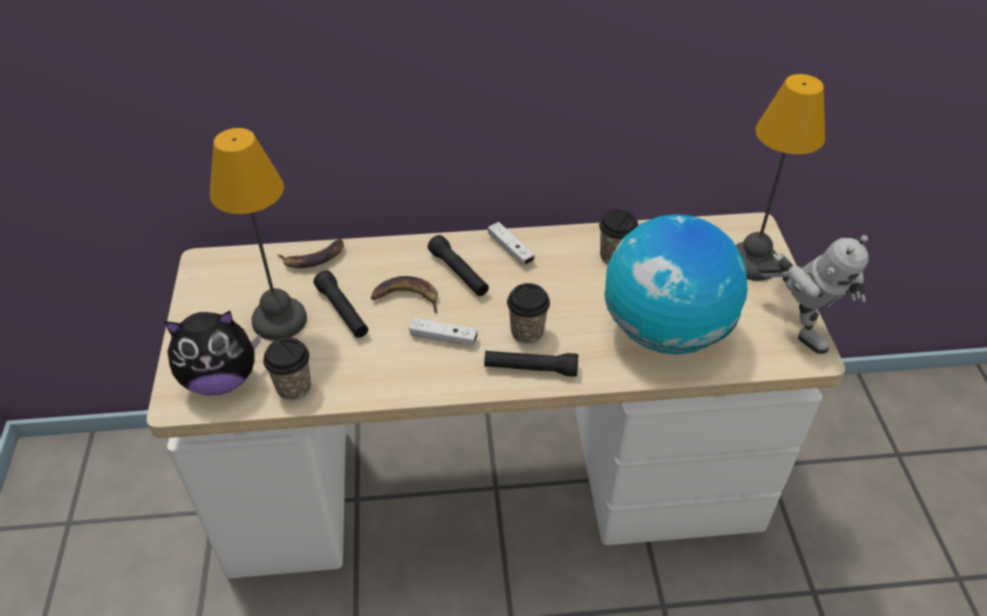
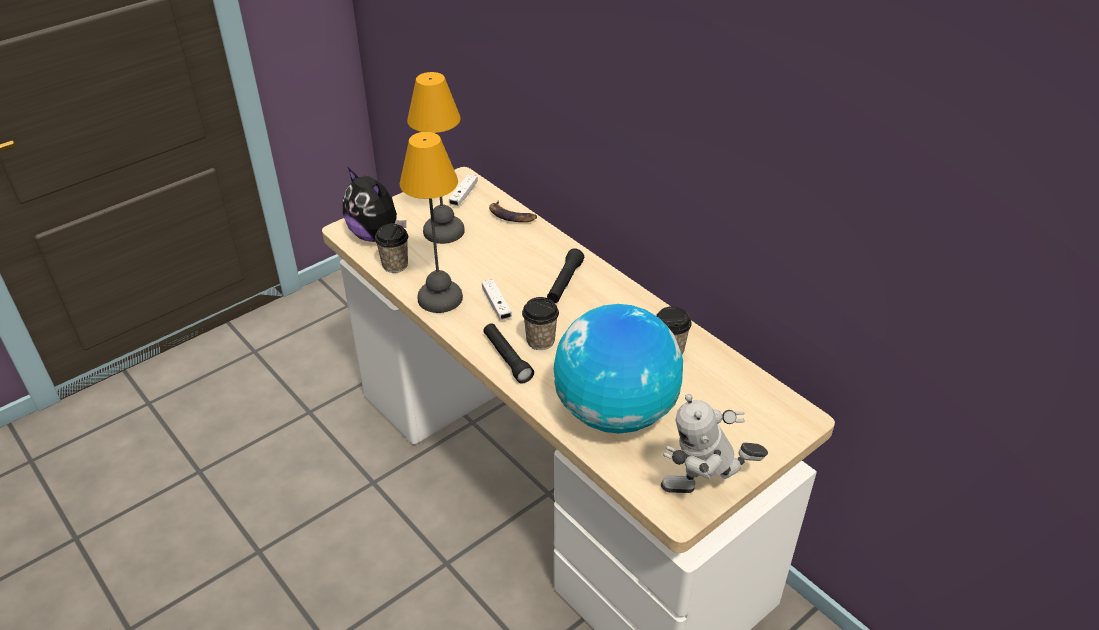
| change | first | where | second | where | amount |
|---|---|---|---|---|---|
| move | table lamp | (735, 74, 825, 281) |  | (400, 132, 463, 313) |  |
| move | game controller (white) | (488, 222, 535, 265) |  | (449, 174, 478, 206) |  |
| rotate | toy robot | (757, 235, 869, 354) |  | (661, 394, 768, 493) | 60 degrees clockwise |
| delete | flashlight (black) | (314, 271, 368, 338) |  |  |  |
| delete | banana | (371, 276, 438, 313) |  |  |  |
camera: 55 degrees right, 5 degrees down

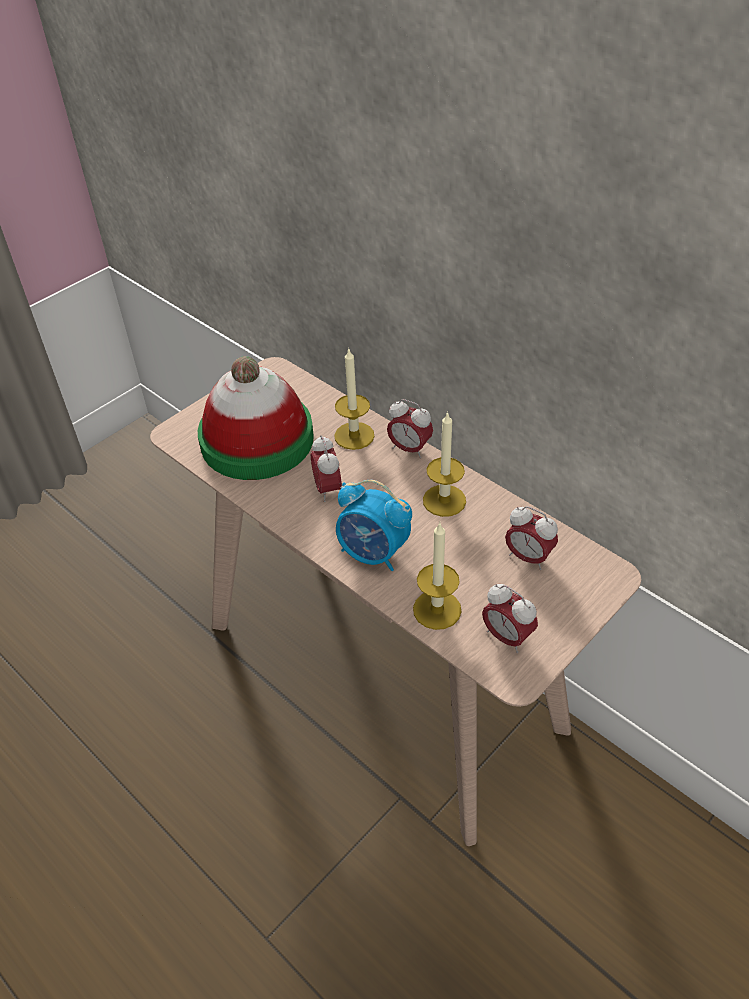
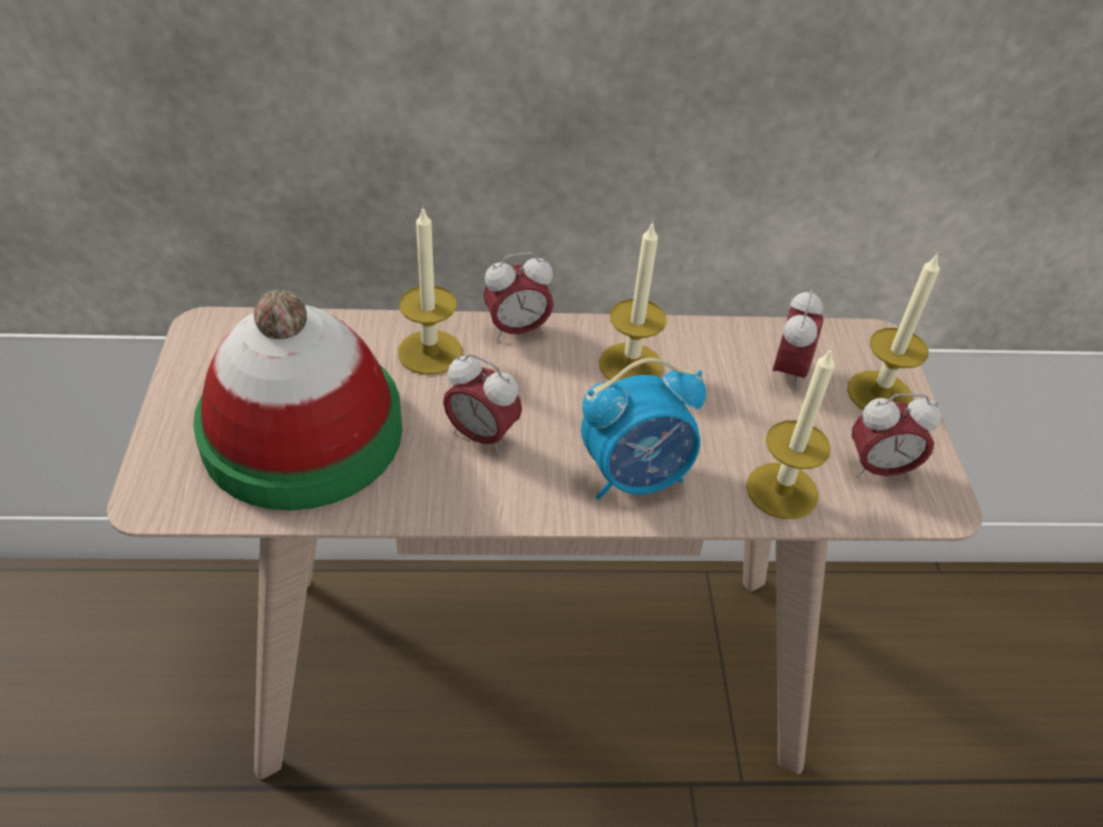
| change | first | where | second | where | amount |
|---|---|---|---|---|---|
| rotate | alarm clock | (505, 506, 558, 570) |  | (773, 289, 824, 391) | 60 degrees counterclockwise |
| insert |  |  | candle | (847, 252, 940, 410) |  |
camera: 50 degrees left, 0 degrees up

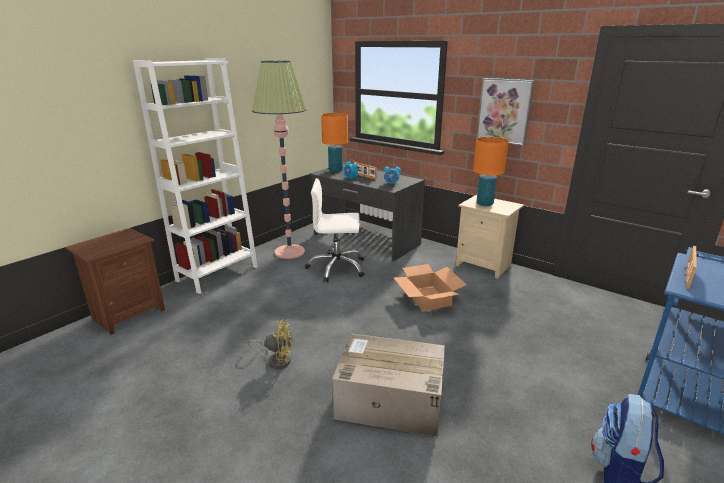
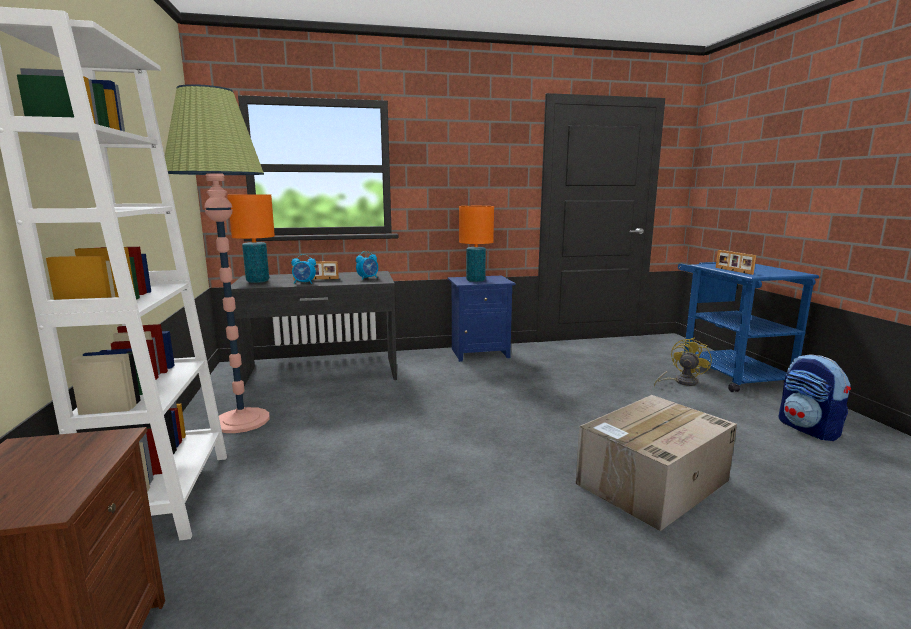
| change | first | where | second | where | amount |
|---|---|---|---|---|---|
| delete | picture | (476, 78, 534, 146) |  |  |  |
| delete | office chair (white) | (305, 178, 364, 282) |  |  |  |
| recolor | nightstand (beige) | (456, 195, 524, 279) | nightstand (blue) | (448, 276, 516, 362) |  |
| delete | cardboard box | (393, 264, 467, 311) |  |  |  |
| move | fan (yellow) | (248, 320, 293, 369) |  | (654, 338, 712, 386) |  |
camera: 50 degrees left, 10 degrees down

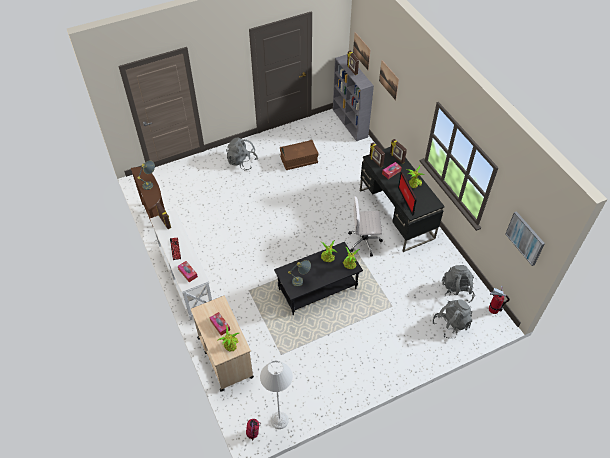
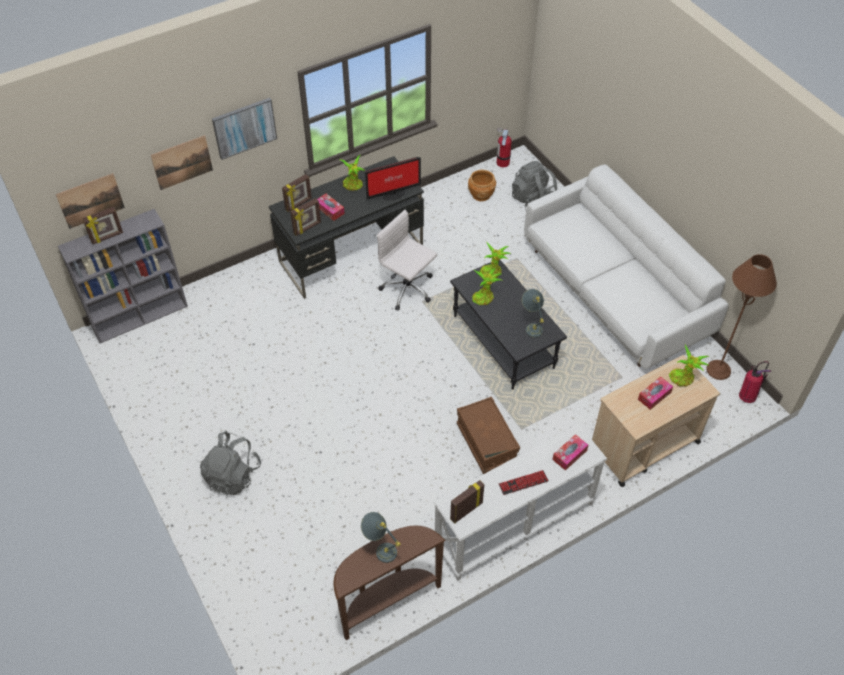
| change | first | where | second | where | amount |
|---|---|---|---|---|---|
| move | storage box (brown) | (280, 140, 319, 170) |  | (457, 397, 520, 474) |  |
| rotate | office chair (white) | (348, 196, 383, 256) |  | (377, 210, 437, 311) | 135 degrees clockwise |
| move | picture | (505, 211, 545, 266) |  | (212, 98, 277, 160) |  |
| replace | backpack (grey) | (442, 265, 475, 303) | planter (brown) | (468, 170, 496, 201) |  |
| recolor | floor lamp (grey) | (260, 360, 293, 429) | floor lamp (brown) | (706, 254, 777, 380) |  |
| insert |  |  | sofa (white) | (524, 164, 728, 369) |  |
camera: 95 degrees left, 0 degrees up

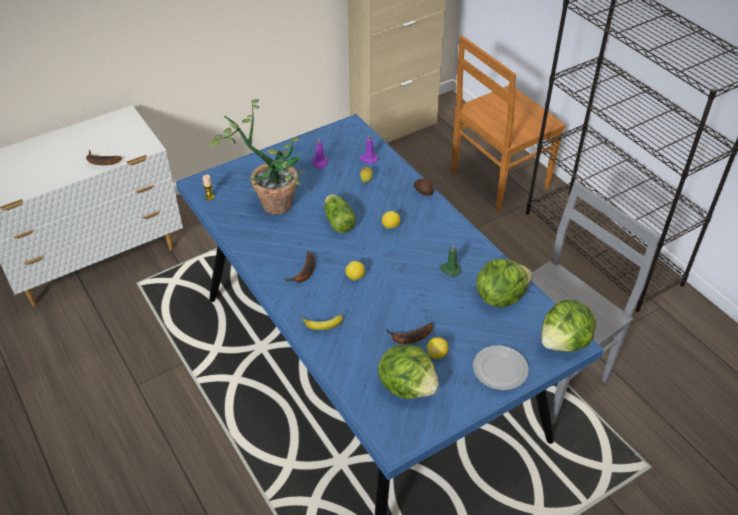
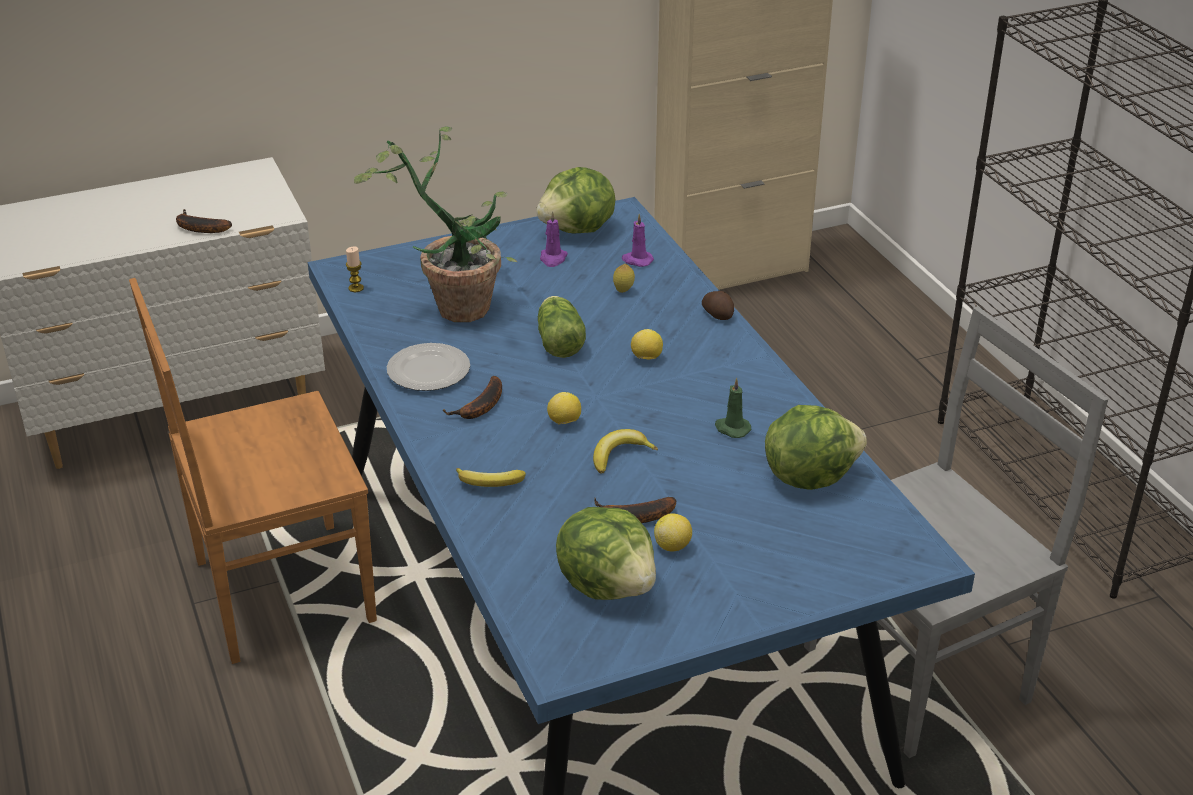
| change | first | where | second | where | amount |
|---|---|---|---|---|---|
| move | chair (brown) | (451, 35, 565, 213) |  | (129, 278, 377, 664) |  |
| move | lettuce | (541, 300, 596, 352) |  | (536, 167, 615, 234) |  |
| move | plate | (473, 345, 529, 390) |  | (387, 343, 470, 391) |  |
| insert |  |  | banana | (593, 429, 658, 474) |  |
camera: 10 degrees right, 10 degrees down

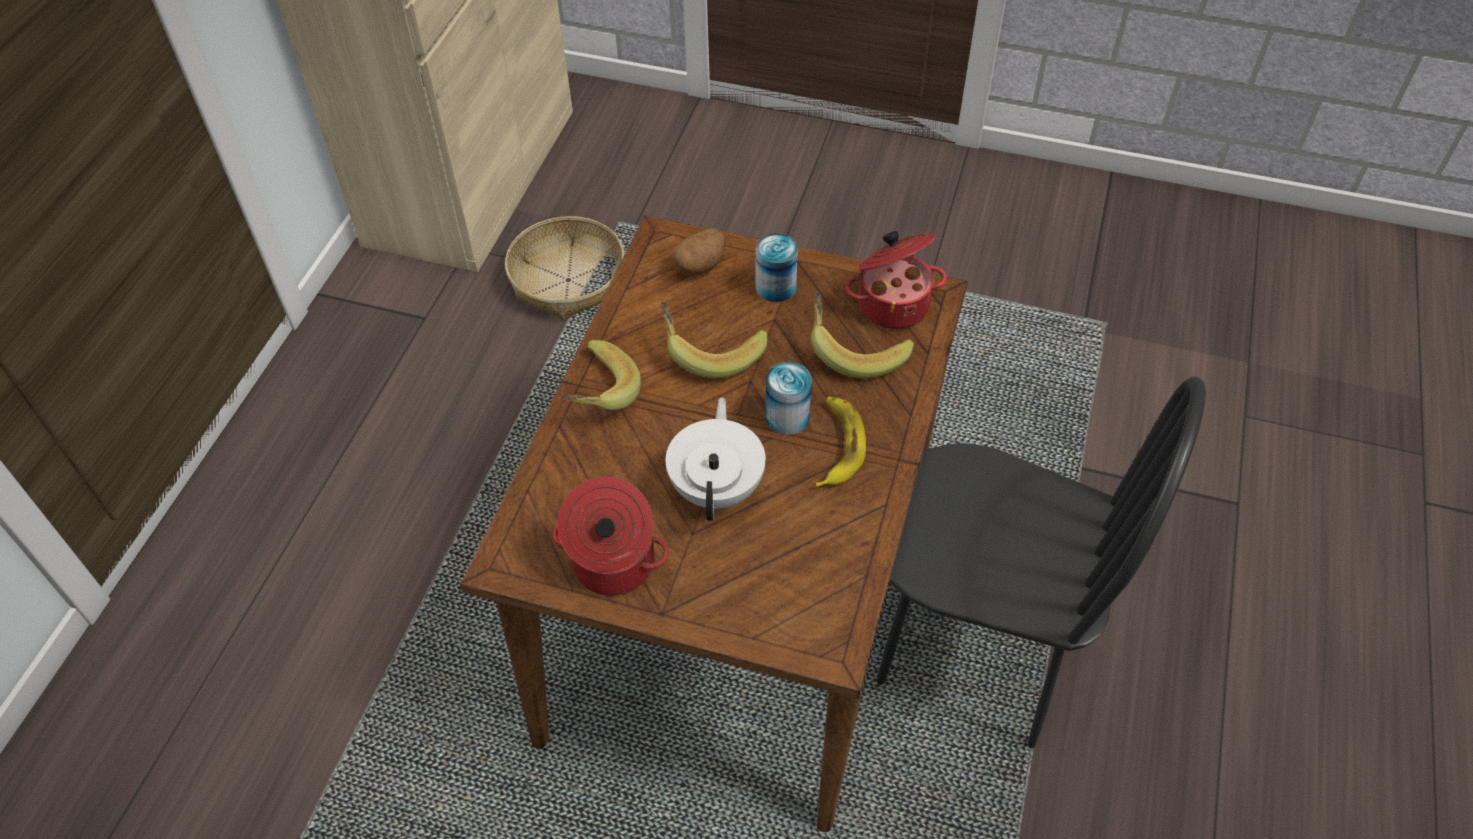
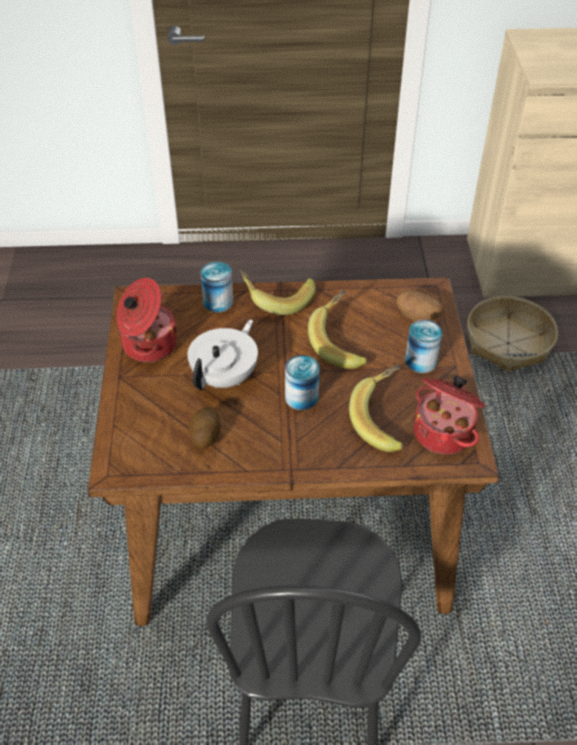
| change | first | where | second | where | amount |
|---|---|---|---|---|---|
| rotate | teapot (white) | (666, 397, 766, 521) |  | (188, 320, 258, 390) | 45 degrees counterclockwise |
| delete | banana | (815, 397, 866, 487) |  |  |  |
| insert |  |  | can | (201, 262, 233, 313) |  |
| insert |  |  | potato | (189, 407, 221, 449) |  |
camera: 70 degrees right, 5 degrees down

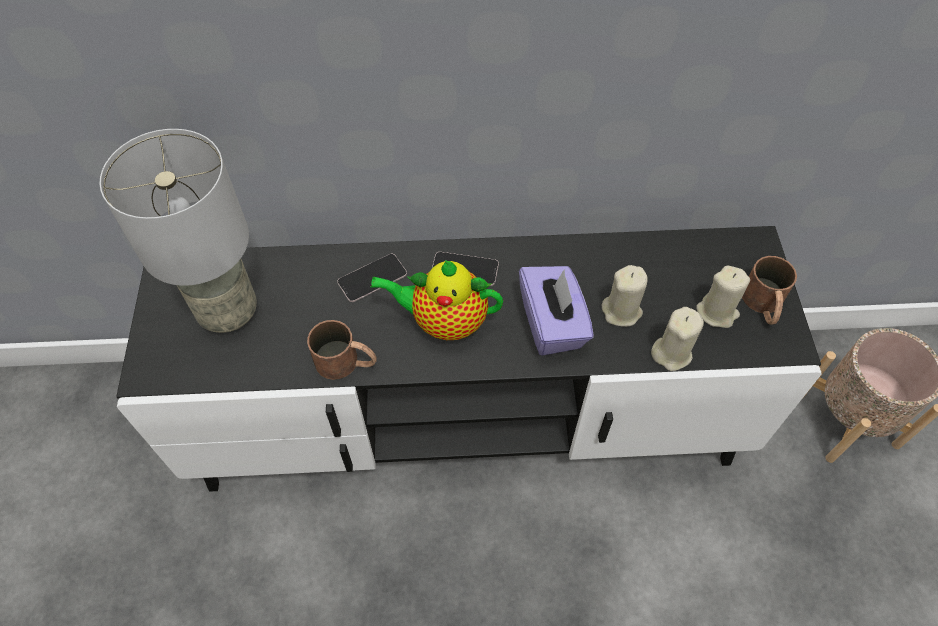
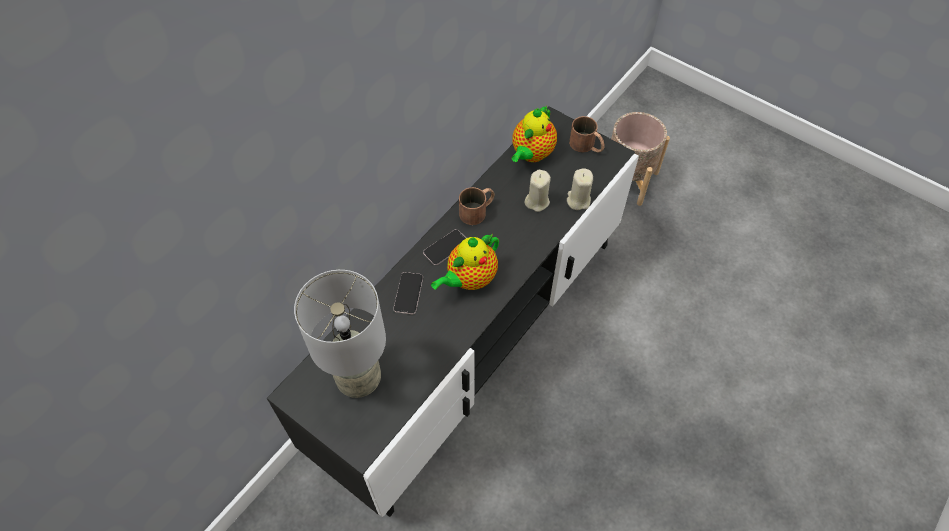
| change | first | where | second | where | amount |
|---|---|---|---|---|---|
| delete | tissue box (purple) | (519, 266, 594, 356) |  |  |  |
| delete | candle (beige) | (696, 266, 750, 328) |  |  |  |
| move | mug (brown) | (307, 320, 377, 380) |  | (459, 187, 495, 225) |  |
| insert |  |  | teapot | (511, 105, 557, 162) |  |
camera: 50 degrees left, 0 degrees up

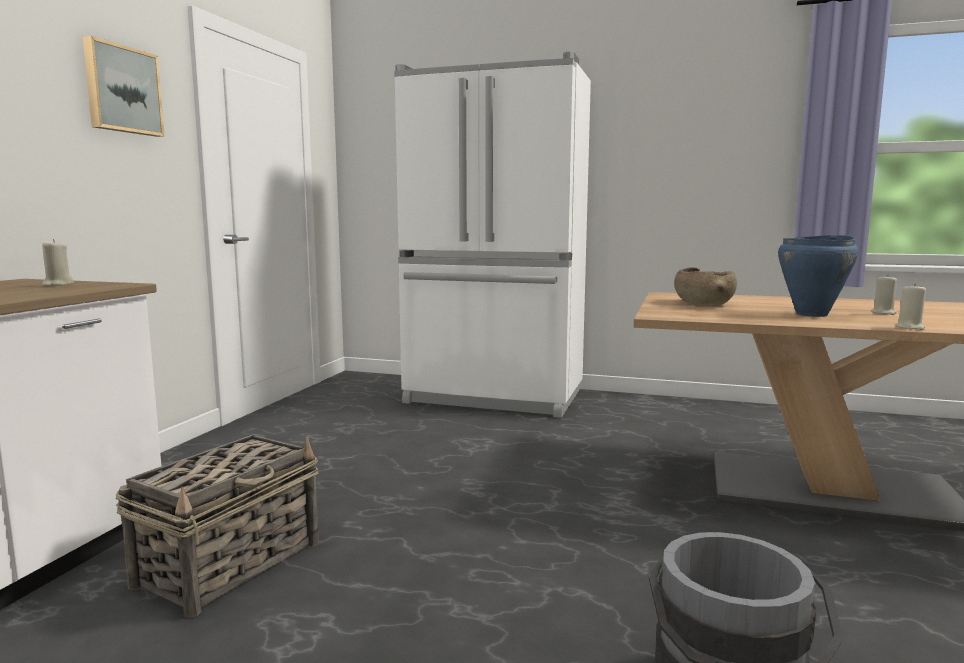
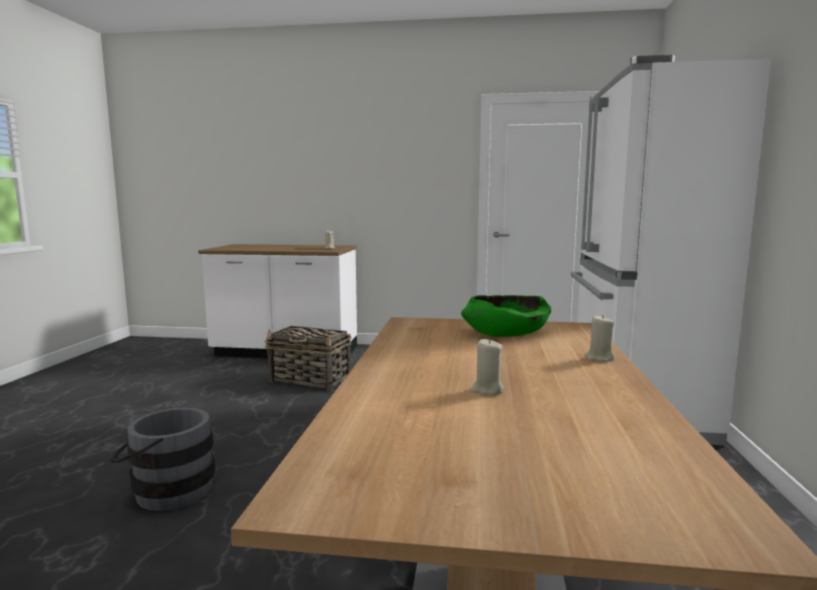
| change | first | where | second | where | amount |
|---|---|---|---|---|---|
| delete | picture | (83, 36, 164, 137) |  |  |  |
| delete | cooking pot (blue) | (778, 235, 859, 317) |  |  |  |
| recolor | bowl (brown) | (674, 267, 737, 306) | bowl (green) | (461, 295, 551, 337) |  |
| move | candle (beige) | (896, 283, 926, 330) |  | (586, 315, 615, 362) |  |
camera: 80 degrees right, 0 degrees up

